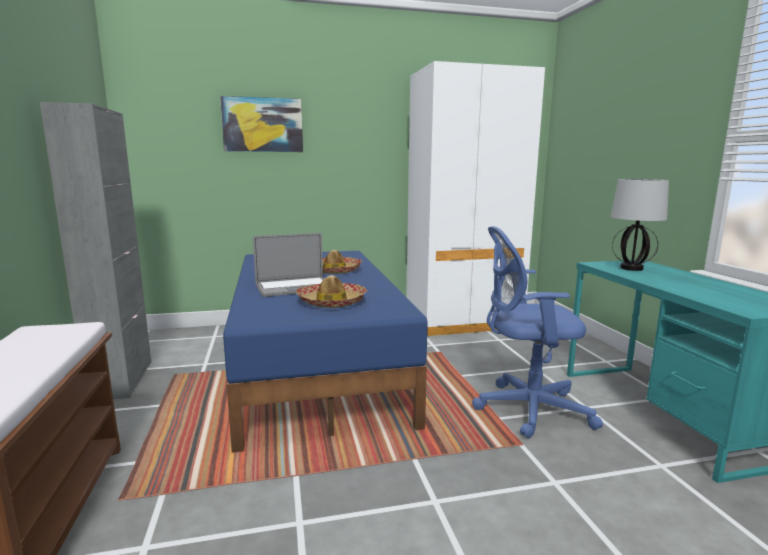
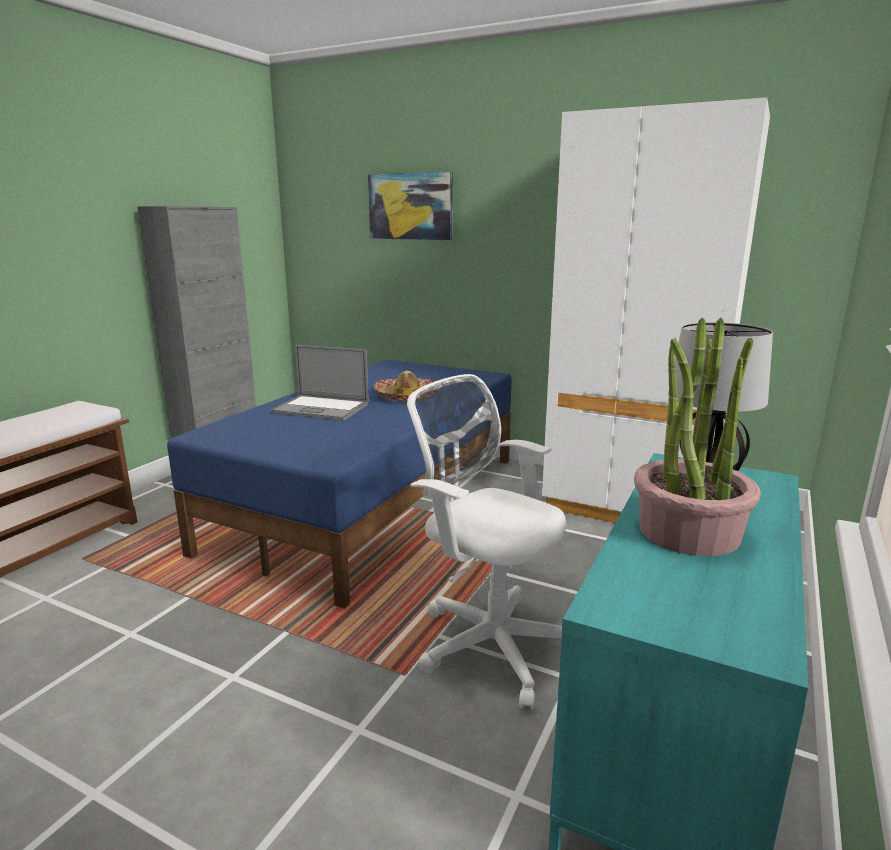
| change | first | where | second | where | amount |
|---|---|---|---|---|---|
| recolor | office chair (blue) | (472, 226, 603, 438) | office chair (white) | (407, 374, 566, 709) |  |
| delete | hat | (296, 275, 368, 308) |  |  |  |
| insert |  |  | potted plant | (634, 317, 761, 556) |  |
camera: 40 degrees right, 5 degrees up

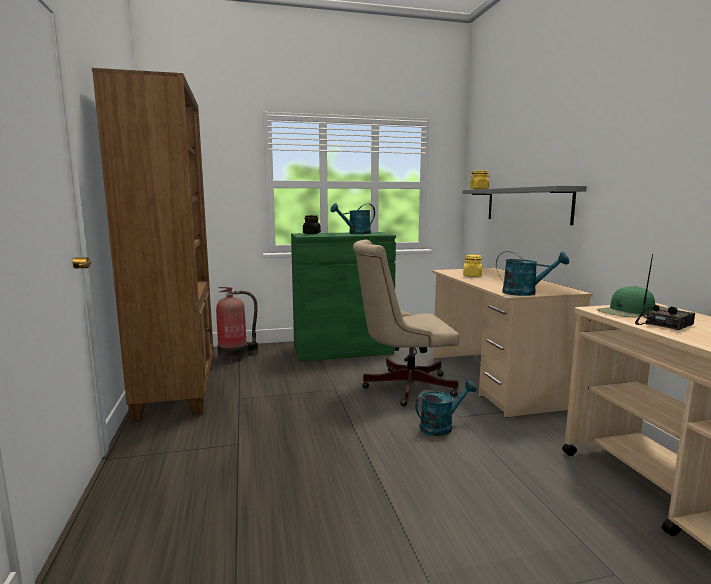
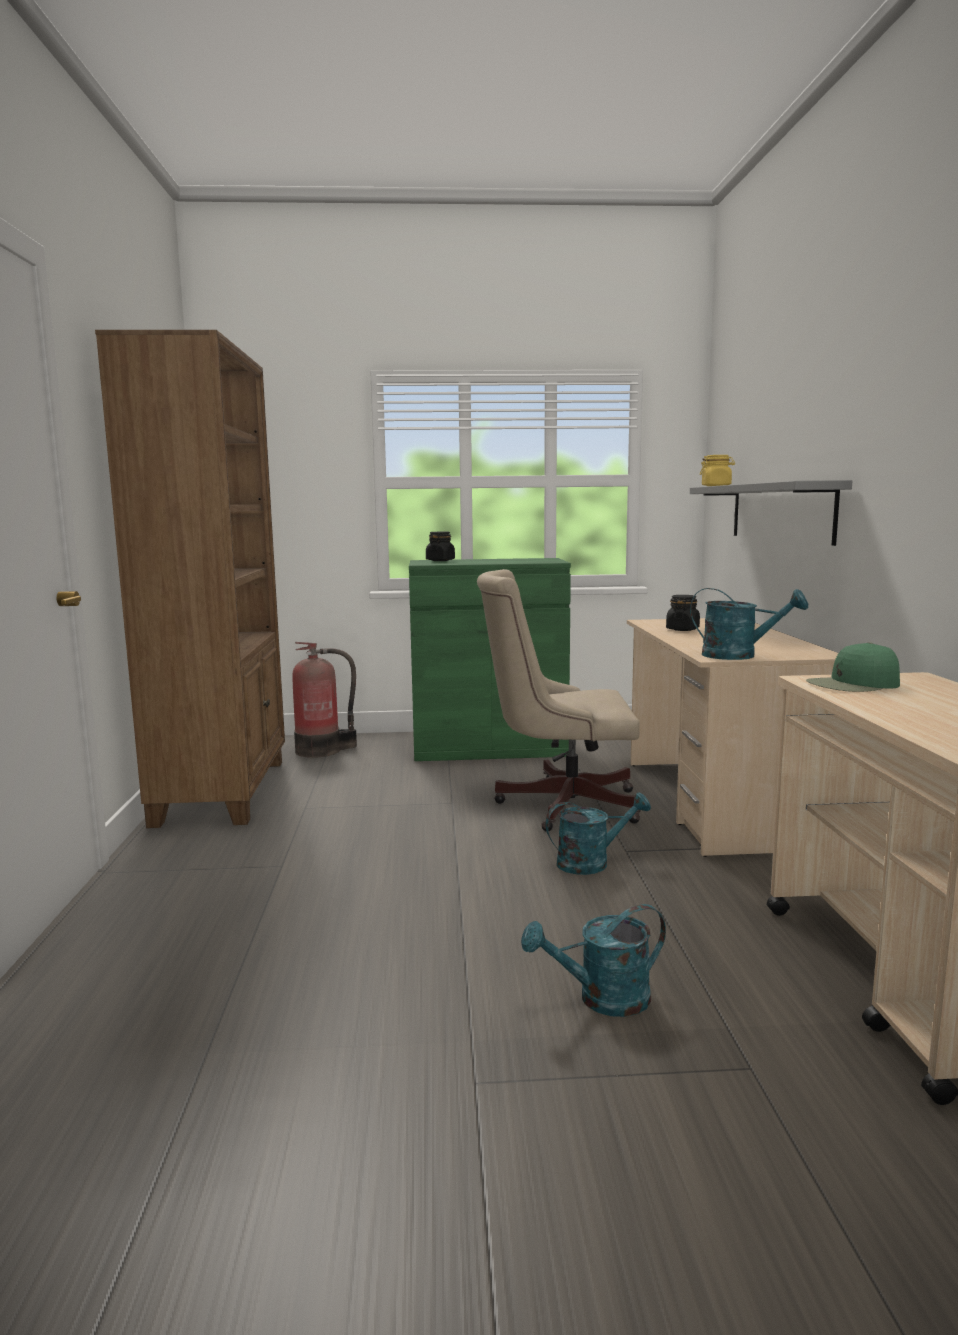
| change | first | where | second | where | amount |
|---|---|---|---|---|---|
| move | watering can (turquoise) | (331, 203, 375, 234) |  | (521, 904, 666, 1017) |  |
| delete | radio | (635, 254, 695, 330) |  |  |  |
| recolor | jar (yellow) | (463, 255, 482, 277) | jar (black) | (666, 595, 700, 631) |  |
camera: 10 degrees right, 0 degrees up

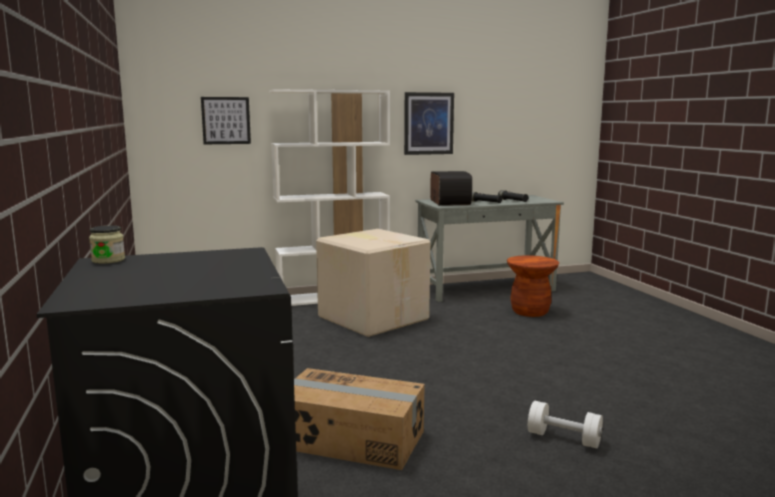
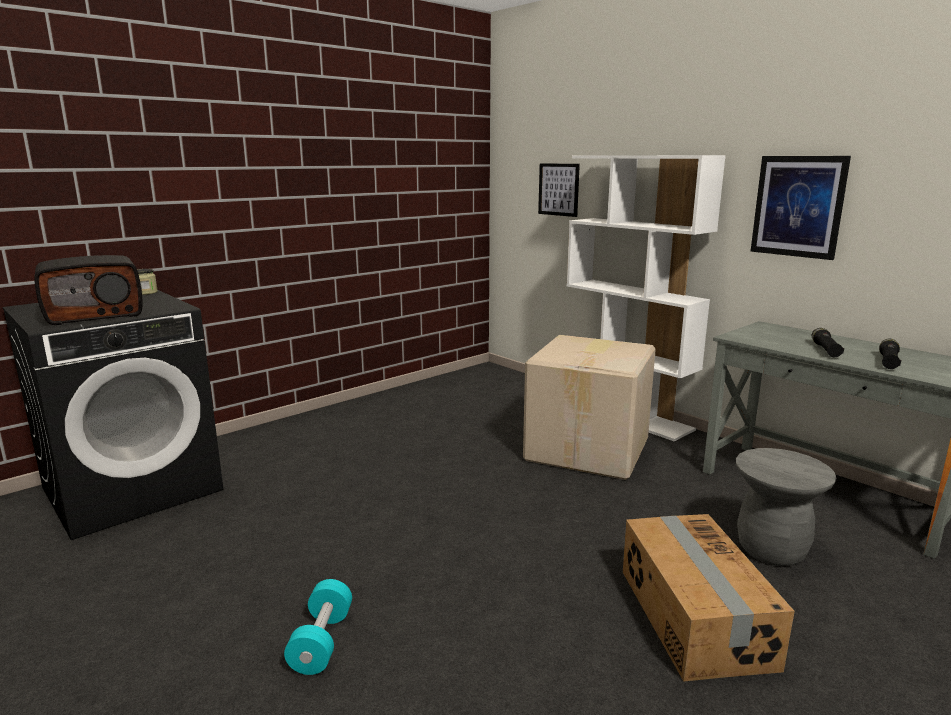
| change | first | where | second | where | amount |
|---|---|---|---|---|---|
| move | radio | (430, 171, 472, 206) |  | (35, 255, 143, 325) |  |
| recolor | stool (brown) | (507, 255, 559, 317) | stool (grey) | (736, 448, 836, 566) |  |
| move | cardboard box | (294, 368, 425, 470) |  | (623, 514, 795, 681) |  |
| recolor | dumbbell (white) | (528, 401, 603, 449) | dumbbell (turquoise) | (284, 579, 352, 675) |  |
camera: 65 degrees right, 5 degrees up

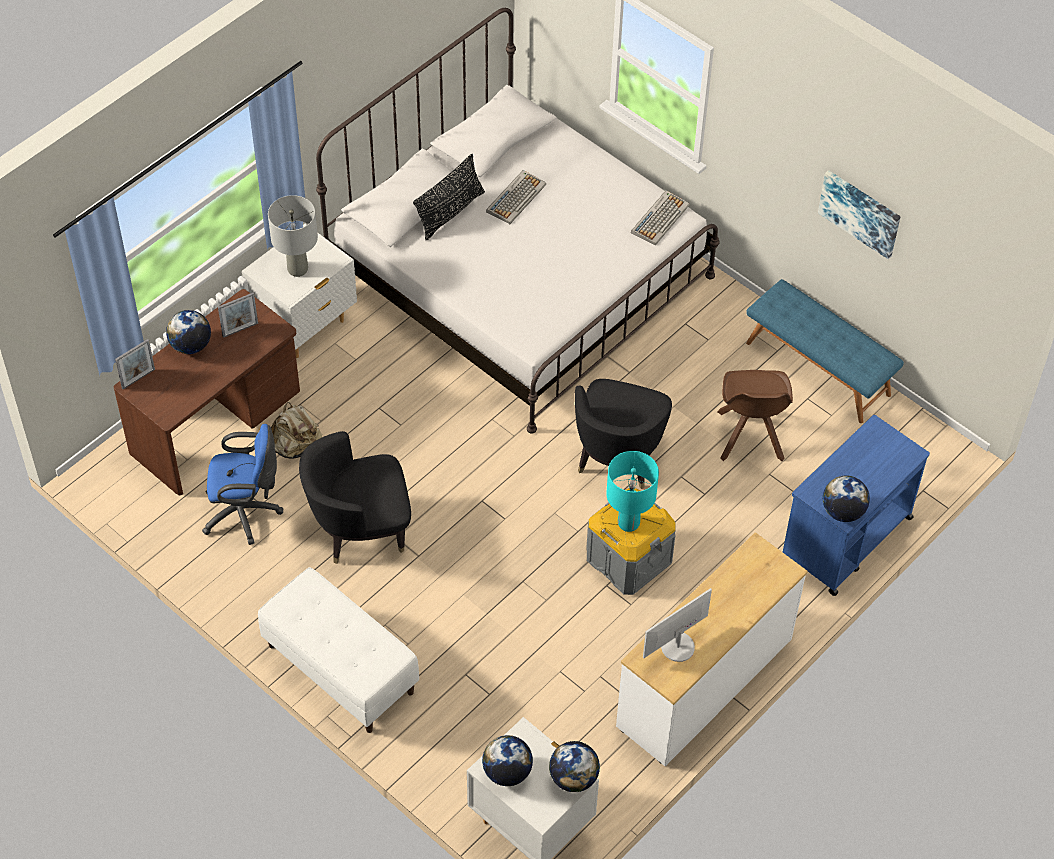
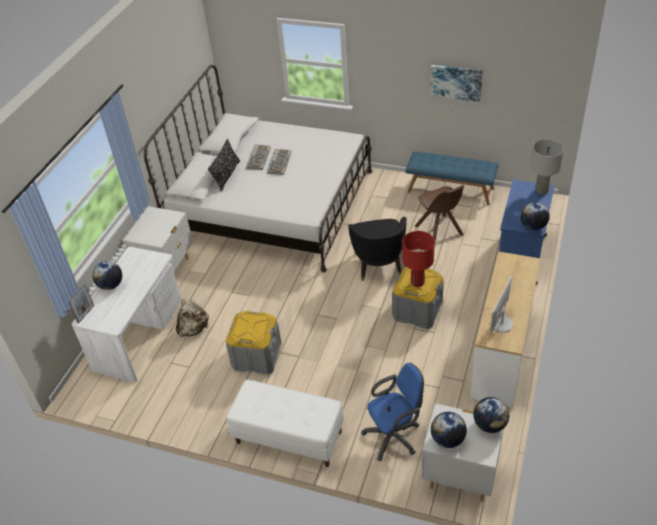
| change | first | where | second | where | amount |
|---|---|---|---|---|---|
| move | keyboard | (631, 190, 690, 246) |  | (267, 149, 291, 175) |  |
| move | table lamp (grey) | (268, 195, 318, 277) |  | (530, 139, 564, 195) |  |
| recolor | desk (brown) | (114, 289, 300, 496) | desk (white) | (72, 247, 182, 382) |  |
| delete | picture frame | (218, 293, 258, 338) |  |  |  |
| move | office chair (blue) | (202, 424, 283, 545) |  | (361, 363, 424, 461) |  |
| replace | armchair (black) | (299, 431, 411, 564) | storage box (grey) | (226, 311, 282, 375) |  |
| recolor | table lamp (turquoise) | (606, 451, 659, 532) | table lamp (red) | (402, 231, 435, 287) |  |
camera: 20 degrees left, 10 degrees down

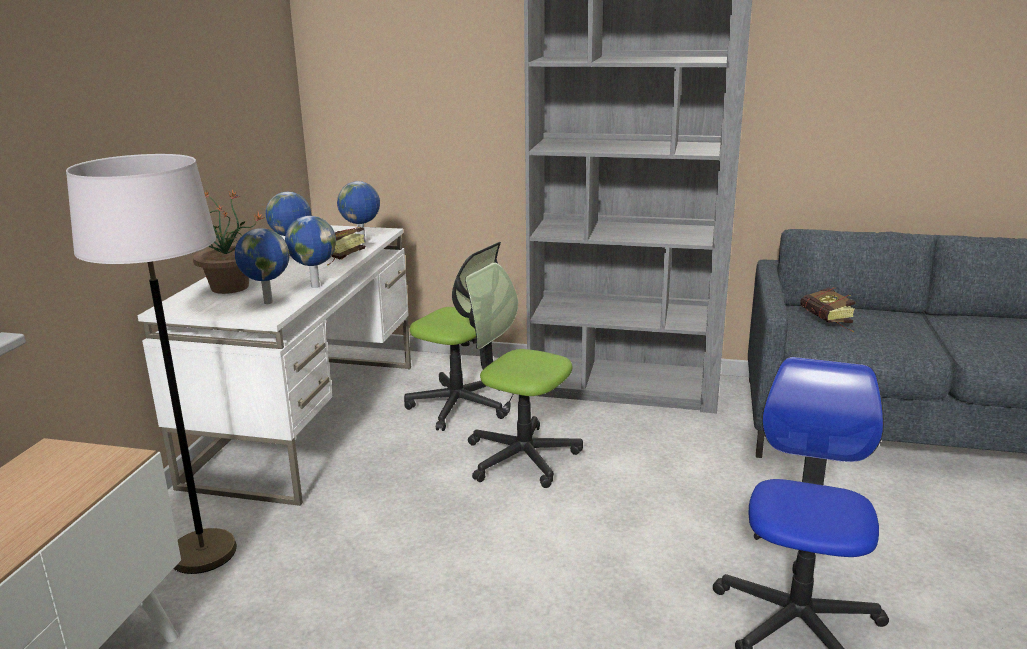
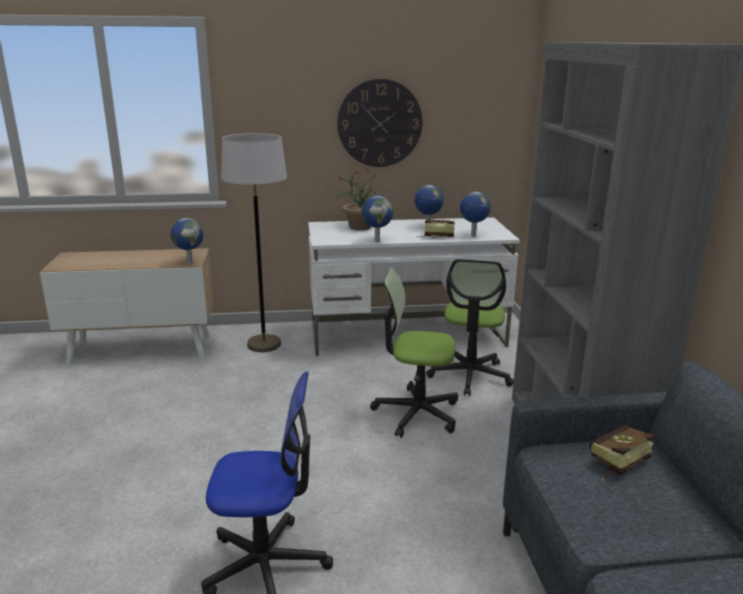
| change | first | where | second | where | amount |
|---|---|---|---|---|---|
| move | globe | (235, 228, 289, 304) |  | (170, 218, 204, 264) |  |
| rotate | office chair | (465, 262, 583, 488) |  | (370, 268, 458, 438) | 90 degrees counterclockwise |
| insert |  |  | wall clock | (337, 79, 423, 167) |  |
camera: 70 degrees right, 0 degrees up

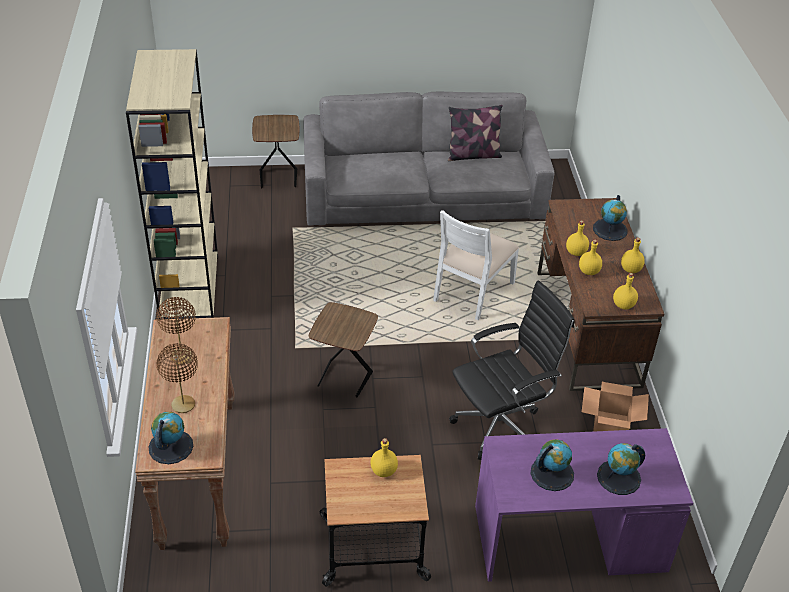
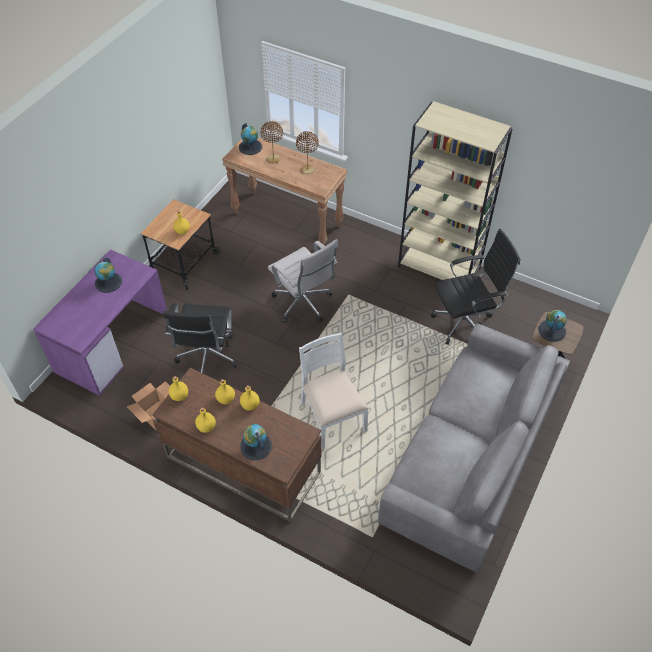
| change | first | where | second | where | amount |
|---|---|---|---|---|---|
| delete | pillow | (448, 105, 502, 161) |  |  |  |
| replace | side table (brown) | (309, 302, 378, 397) | office chair (white) | (268, 239, 338, 323) |  |
| move | globe | (597, 443, 645, 495) |  | (538, 310, 567, 342) |  |
| insert |  |  | office chair (black) | (431, 229, 520, 345) |  |
camera: 125 degrees right, 10 degrees up

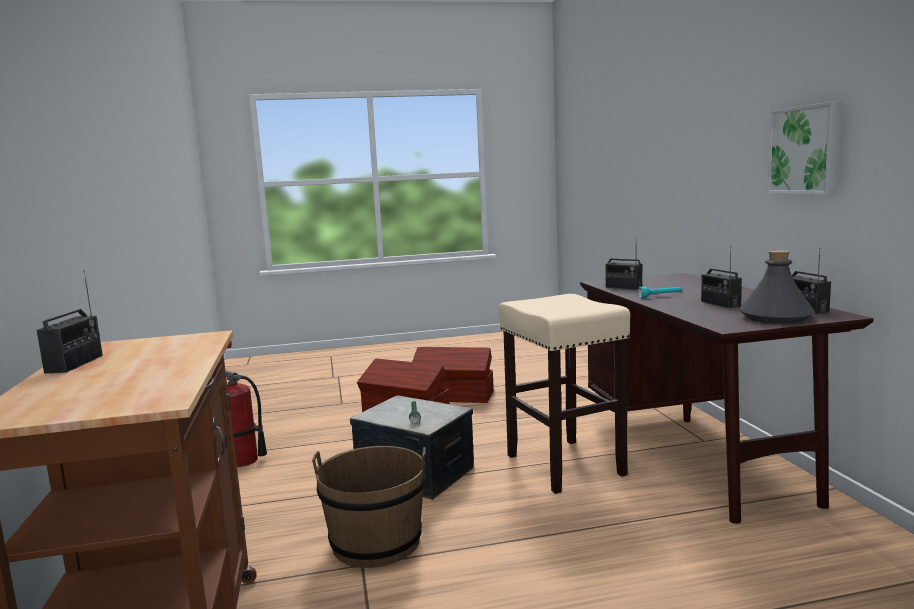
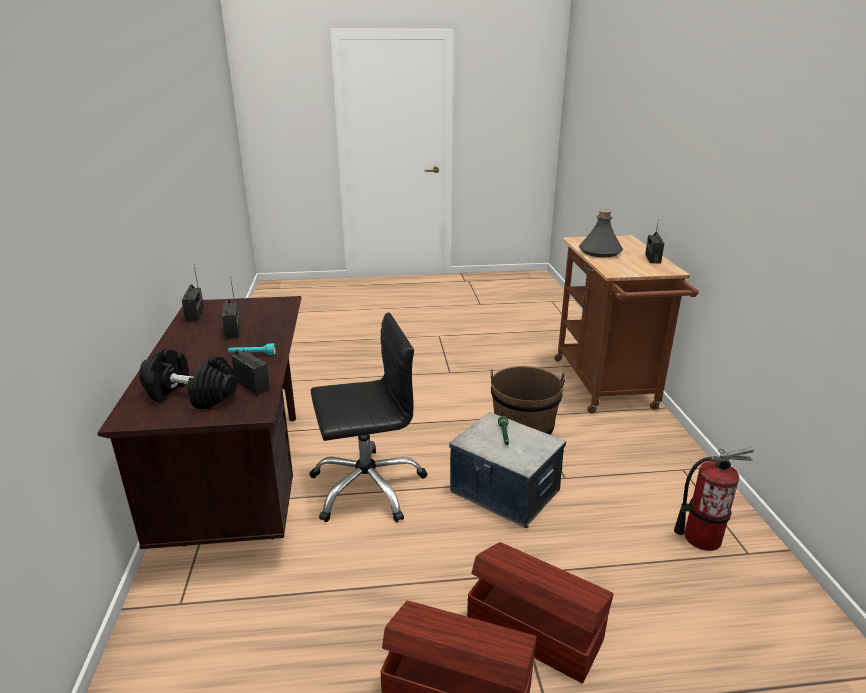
| change | first | where | second | where | amount |
|---|---|---|---|---|---|
| delete | picture | (767, 101, 841, 195) |  |  |  |
| move | bottle (grey) | (740, 250, 815, 324) |  | (579, 209, 623, 257) |  |
| replace | stool (beige) | (499, 294, 630, 494) | office chair (black) | (309, 313, 427, 522) |  |
| insert |  |  | dumbbell (black) | (139, 348, 237, 410) |  |
camera: 175 degrees left, 15 degrees up

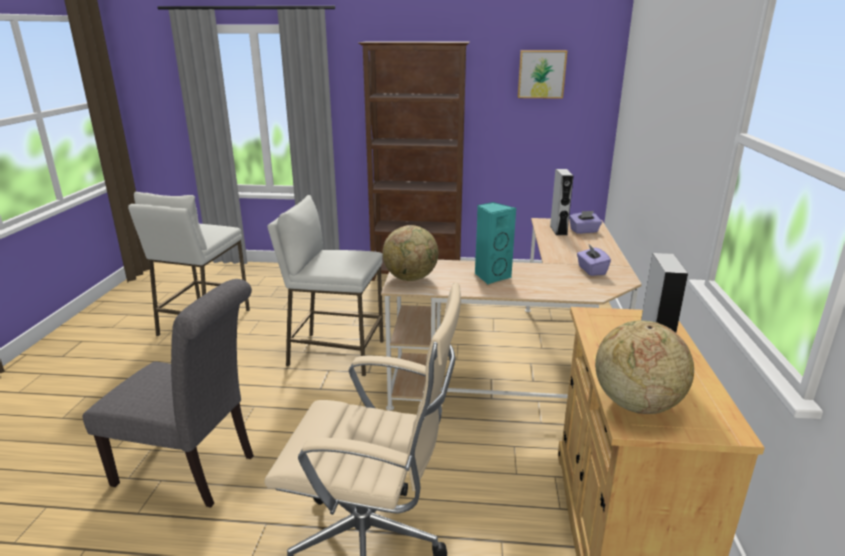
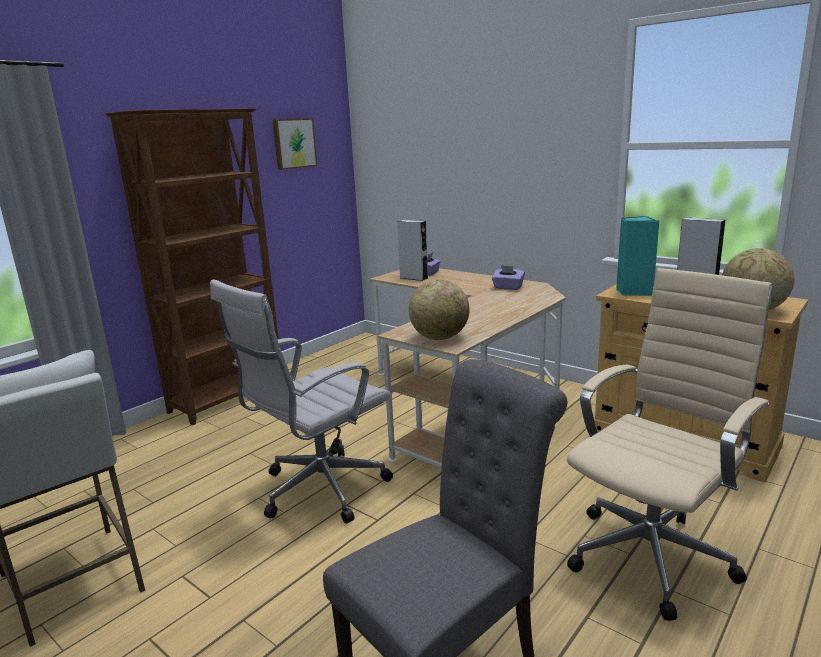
| change | first | where | second | where | amount |
|---|---|---|---|---|---|
| replace | stool (white) | (267, 195, 384, 376) | office chair (white) | (210, 279, 393, 523) |  |
| move | speaker (turquoise) | (475, 202, 516, 284) |  | (616, 216, 659, 296) |  |
camera: 55 degrees left, 5 degrees down

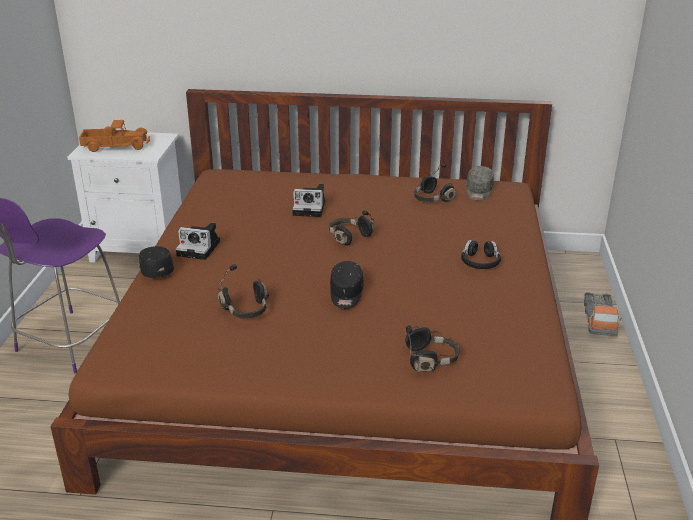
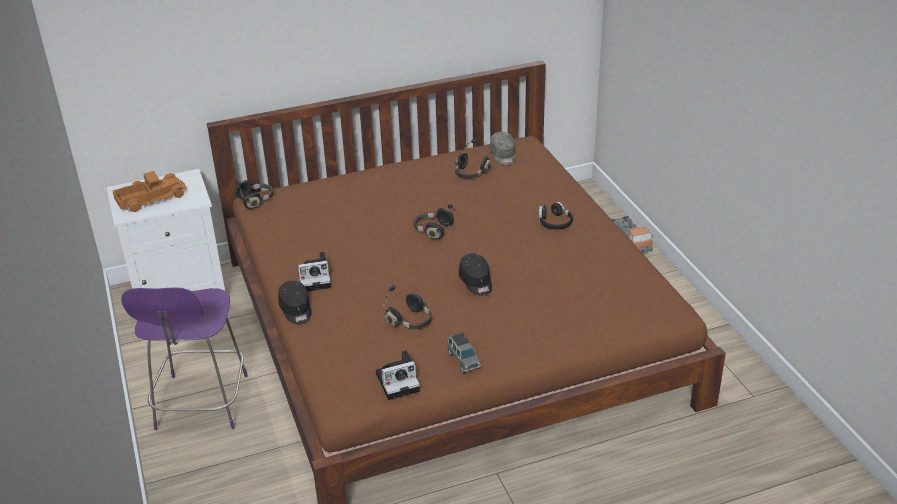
| change | first | where | second | where | amount |
|---|---|---|---|---|---|
| move | photo camera | (292, 184, 325, 217) |  | (376, 350, 420, 400) |  |
| rotate | cap (black) | (139, 246, 174, 278) |  | (278, 281, 311, 324) | 150 degrees counterclockwise |
| move | headphones (black) | (405, 325, 460, 372) |  | (234, 180, 273, 209) |  |
| insert |  |  | toy car (grey) | (448, 332, 480, 374) |  |
camera: 25 degrees left, 5 degrees up

